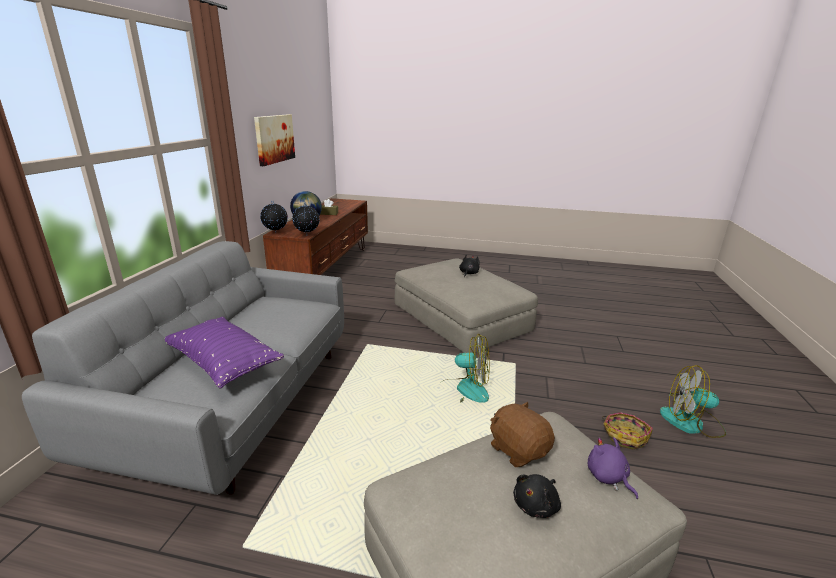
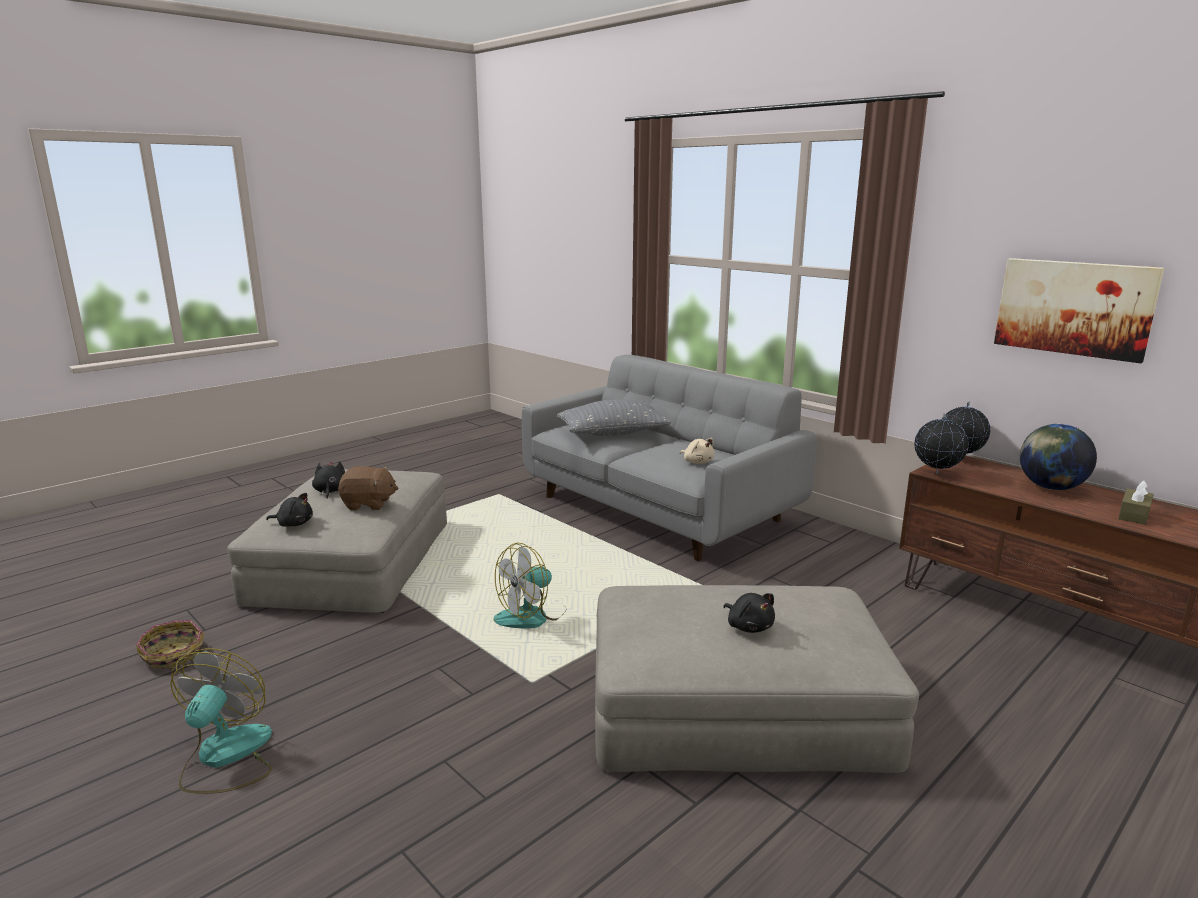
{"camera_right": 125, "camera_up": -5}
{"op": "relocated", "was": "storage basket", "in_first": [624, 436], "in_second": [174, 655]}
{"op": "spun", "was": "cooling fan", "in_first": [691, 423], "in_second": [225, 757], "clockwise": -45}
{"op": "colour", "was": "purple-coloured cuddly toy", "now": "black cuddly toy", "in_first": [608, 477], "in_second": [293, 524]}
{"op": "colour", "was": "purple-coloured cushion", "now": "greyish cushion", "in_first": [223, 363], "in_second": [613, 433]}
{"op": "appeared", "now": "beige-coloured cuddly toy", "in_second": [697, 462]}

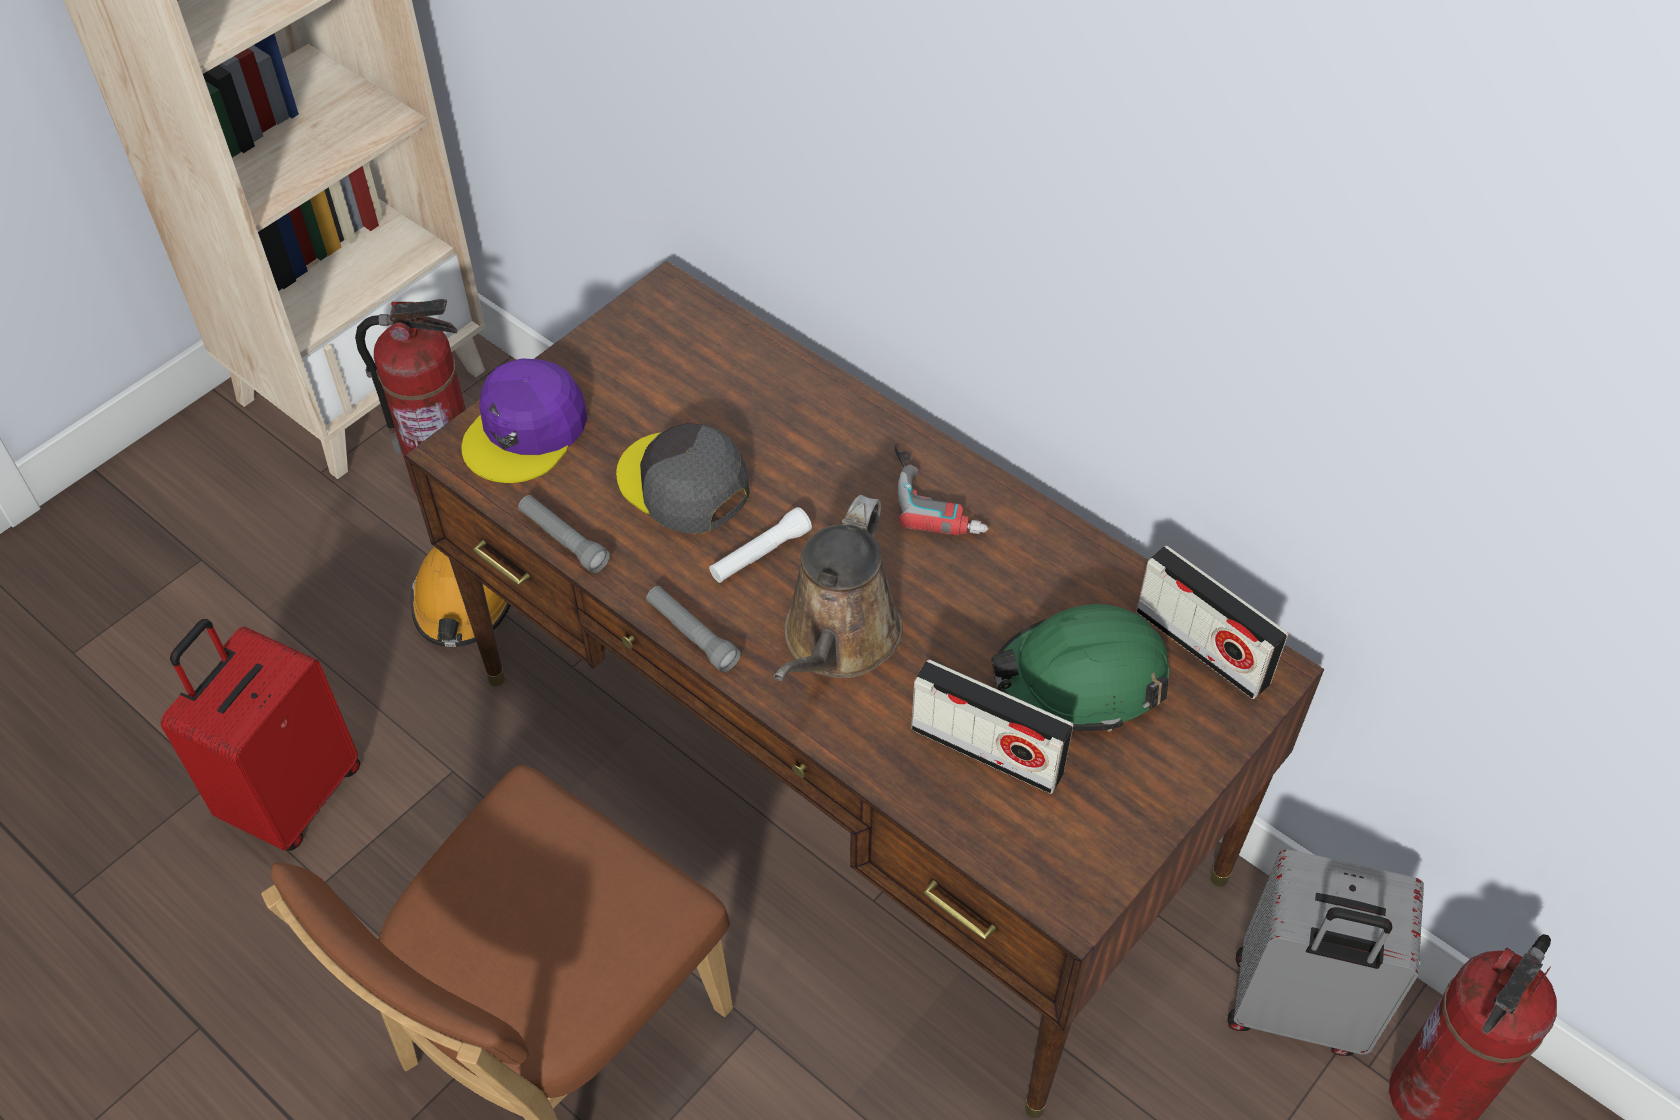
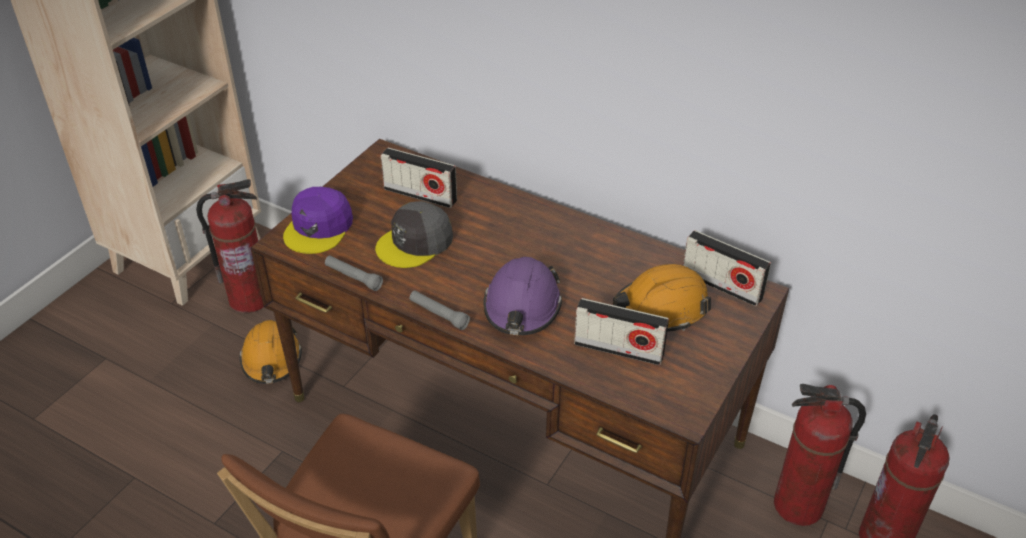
{"camera_right": -10, "camera_up": -10}
{"op": "spun", "was": "greyish peaked cap", "in_first": [683, 484], "in_second": [415, 243], "clockwise": -75}
{"op": "appeared", "now": "radio receiver", "in_second": [420, 195]}
{"op": "exchanged", "was": "brown-coloured watering can", "now": "purple-coloured hard hat", "in_first": [838, 641], "in_second": [522, 307]}
{"op": "colour", "was": "greenish hard hat", "now": "orange hard hat", "in_first": [1080, 680], "in_second": [660, 309]}
{"op": "exchanged", "was": "greyish suitcase", "now": "fire-fighting cylinder", "in_first": [1296, 1009], "in_second": [798, 505]}
{"op": "missing", "was": "reddish suitcase", "in_first": [291, 795]}
{"op": "missing", "was": "white torch", "in_first": [760, 554]}
{"op": "missing", "was": "electric drill", "in_first": [939, 496]}

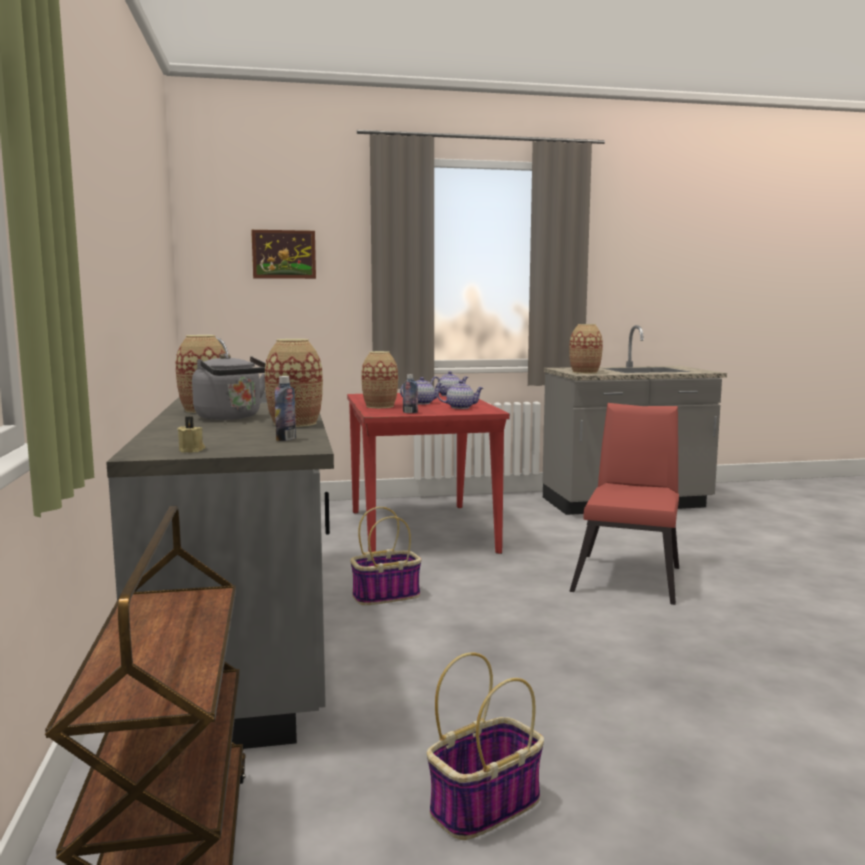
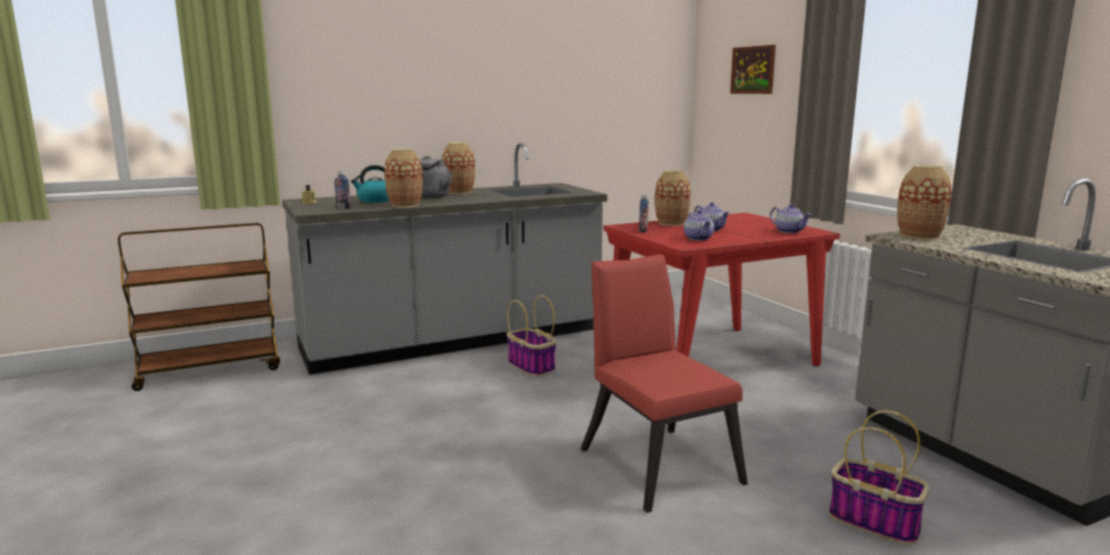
{"camera_right": 75, "camera_up": 5}
{"op": "appeared", "now": "water kettle", "in_second": [375, 200]}
{"op": "spun", "was": "reddish upright chair", "in_first": [630, 576], "in_second": [656, 461], "clockwise": -120}
{"op": "relocated", "was": "storage basket", "in_first": [485, 805], "in_second": [875, 522]}

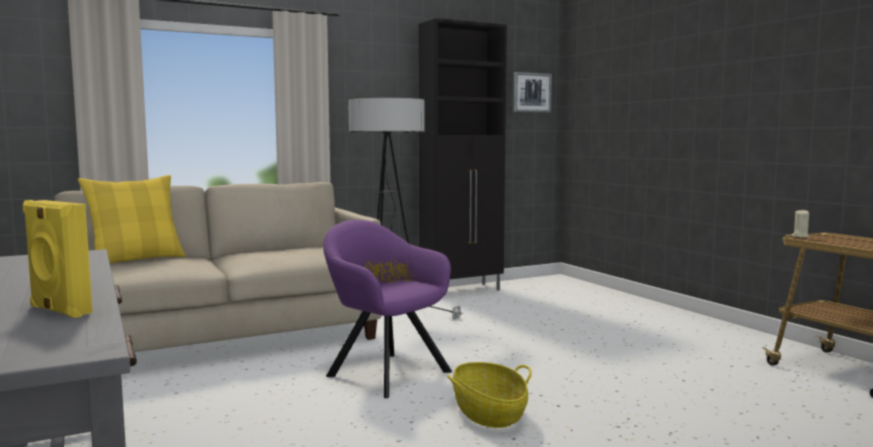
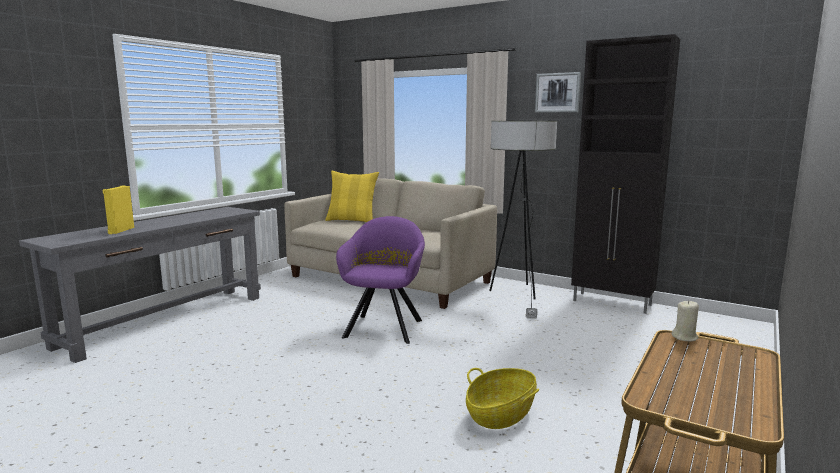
{"camera_right": 60, "camera_up": 5}
{"op": "relocated", "was": "storage basket", "in_first": [488, 413], "in_second": [501, 414]}
{"op": "relocated", "was": "wall art", "in_first": [531, 92], "in_second": [557, 93]}

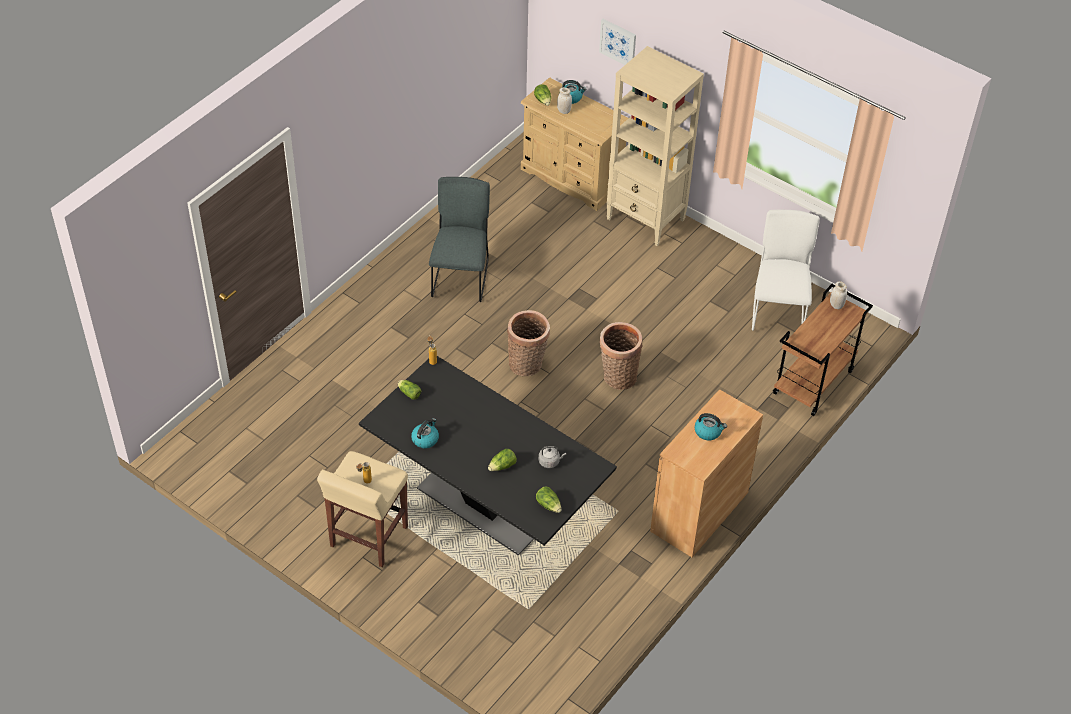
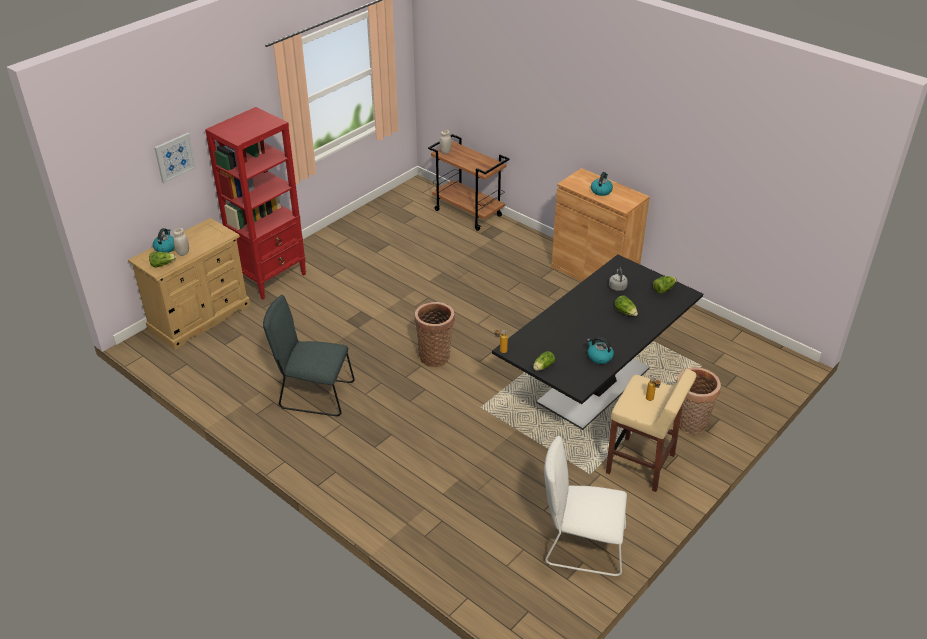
{"camera_right": -85, "camera_up": -10}
{"op": "colour", "was": "beige-coloured bookshelf", "now": "reddish bookshelf", "in_first": [646, 220], "in_second": [271, 278]}
{"op": "relocated", "was": "white upright chair", "in_first": [778, 309], "in_second": [580, 546]}
{"op": "relocated", "was": "storage basket", "in_first": [617, 376], "in_second": [690, 424]}

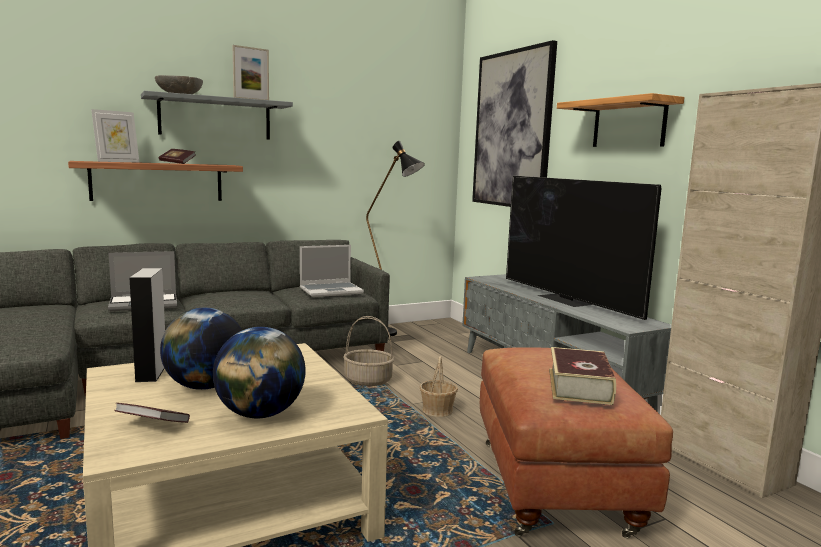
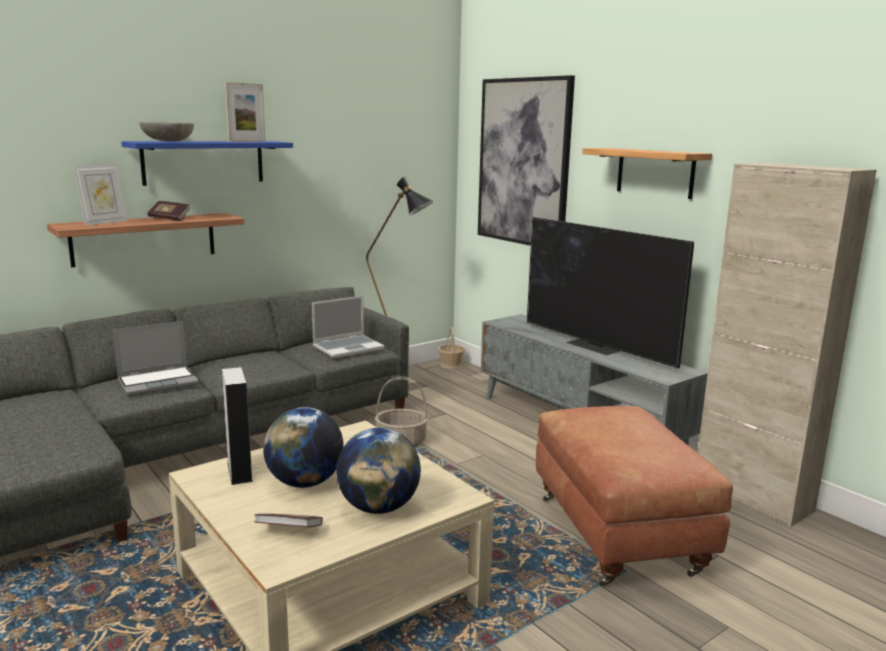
{"camera_right": -10, "camera_up": 5}
{"op": "colour", "was": "greyish bracket shelf", "now": "blue bracket shelf", "in_first": [215, 118], "in_second": [203, 162]}
{"op": "relocated", "was": "storage basket", "in_first": [437, 410], "in_second": [451, 365]}
{"op": "missing", "was": "volume", "in_first": [579, 386]}

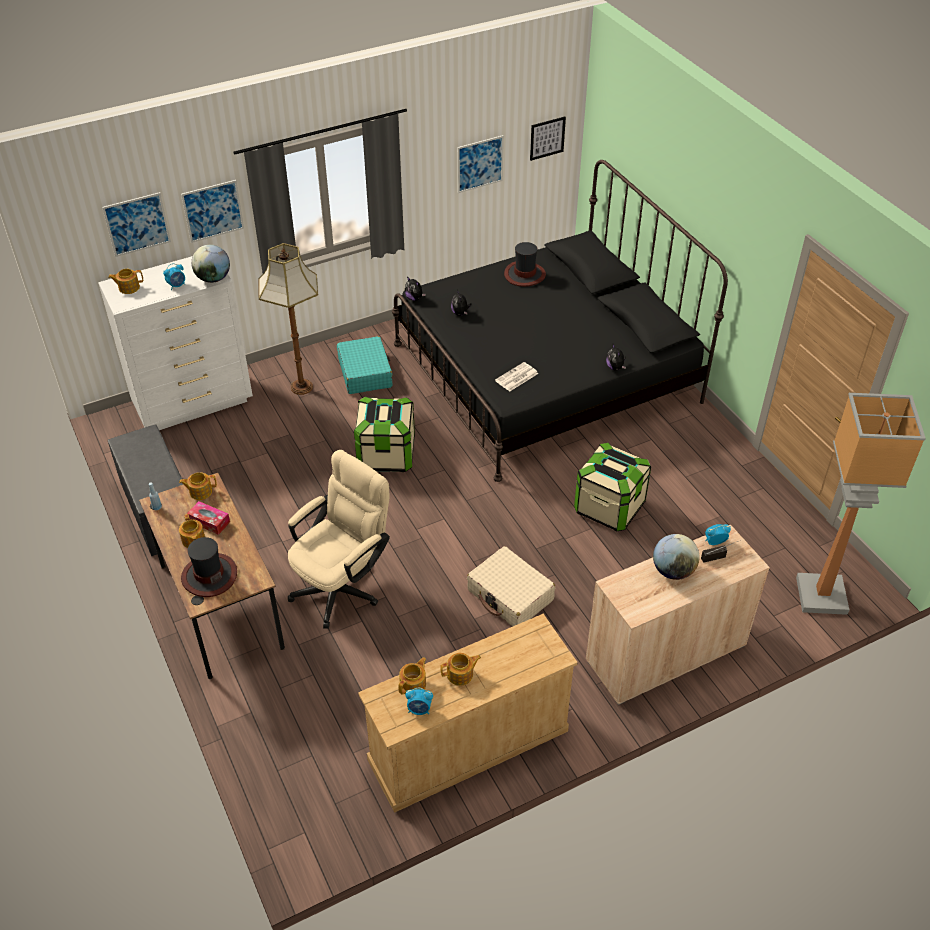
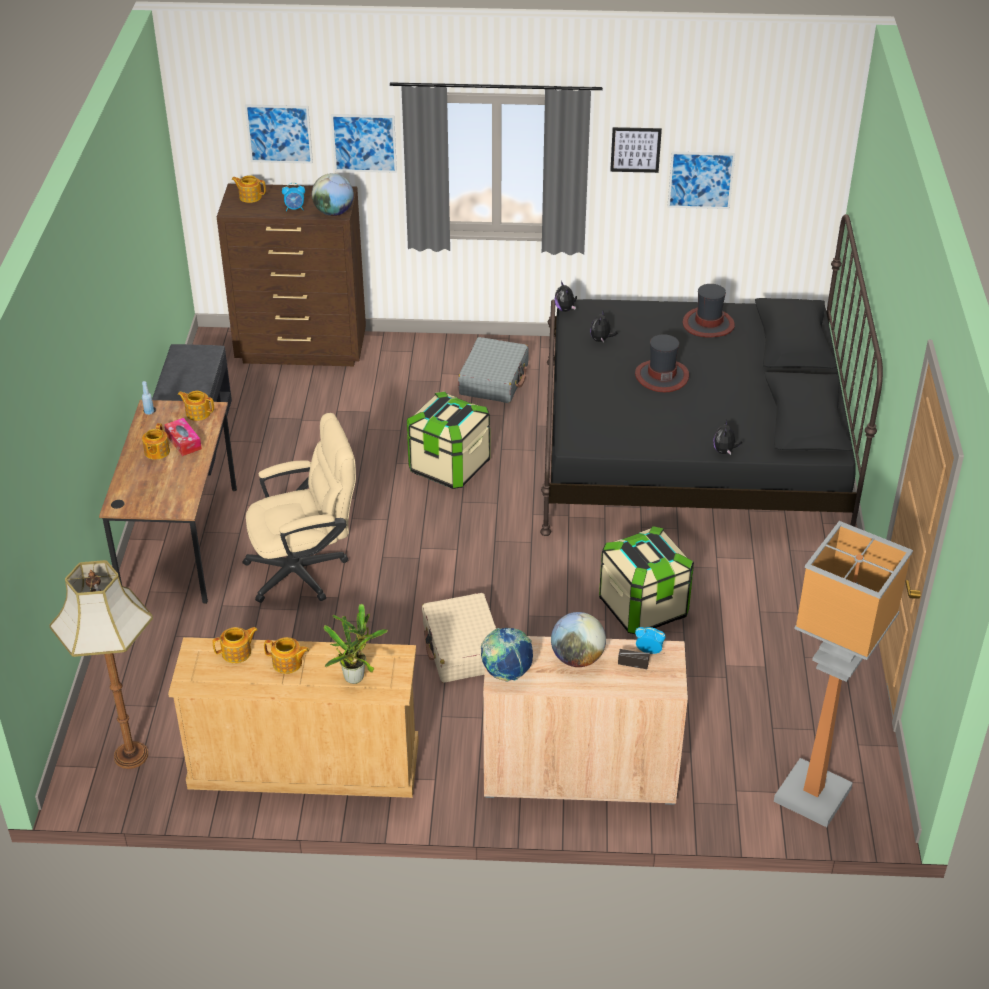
{"camera_right": 30, "camera_up": -5}
{"op": "relocated", "was": "floor lamp", "in_first": [301, 388], "in_second": [130, 756]}
{"op": "colour", "was": "white drawer chest", "now": "brown-coloured drawer chest", "in_first": [194, 403], "in_second": [302, 350]}
{"op": "appeared", "now": "potted plant", "in_second": [356, 675]}
{"op": "colour", "was": "turquoise suitcase", "now": "greyish suitcase", "in_first": [365, 373], "in_second": [494, 380]}
{"op": "appeared", "now": "desk globe", "in_second": [506, 673]}
{"op": "relocated", "was": "wall art", "in_first": [547, 138], "in_second": [635, 149]}
{"op": "relocated", "was": "hat", "in_first": [209, 575], "in_second": [661, 376]}
{"op": "missing", "was": "table clock", "in_first": [419, 710]}
{"op": "missing", "was": "newspaper", "in_first": [516, 377]}

